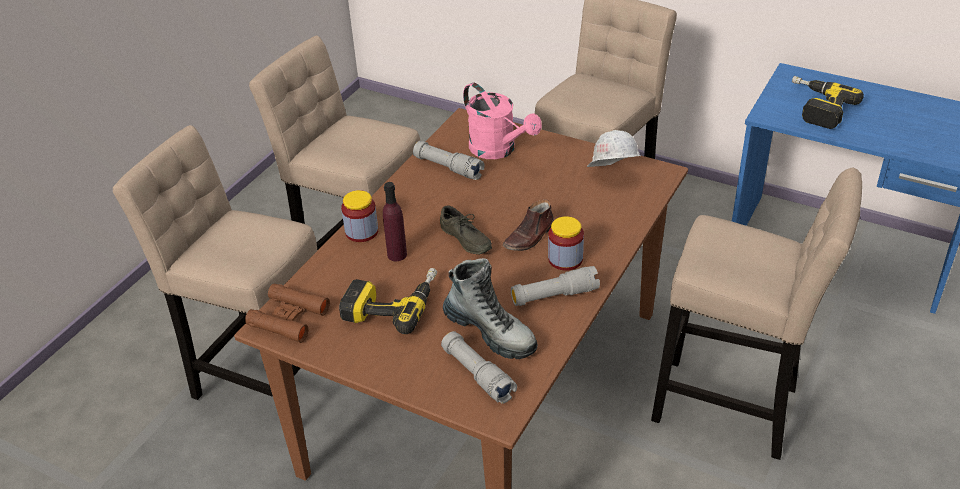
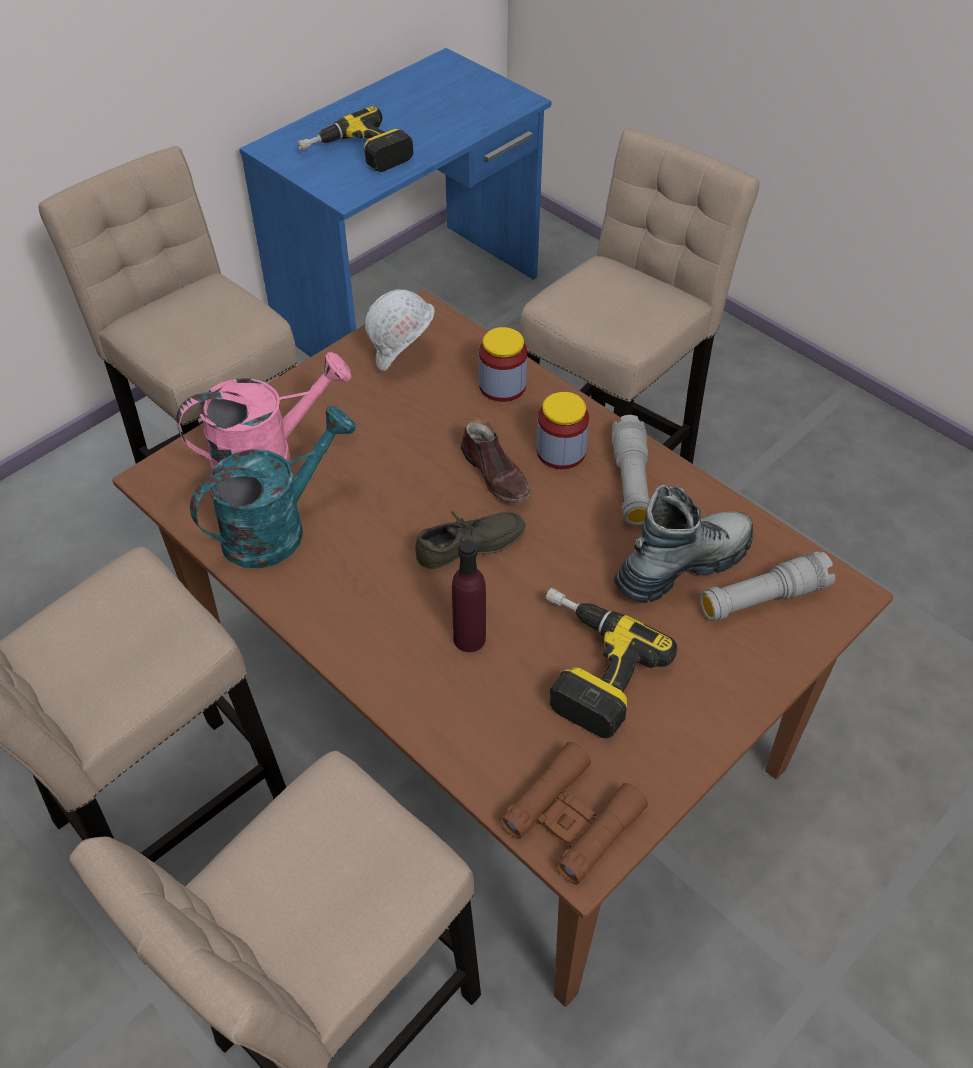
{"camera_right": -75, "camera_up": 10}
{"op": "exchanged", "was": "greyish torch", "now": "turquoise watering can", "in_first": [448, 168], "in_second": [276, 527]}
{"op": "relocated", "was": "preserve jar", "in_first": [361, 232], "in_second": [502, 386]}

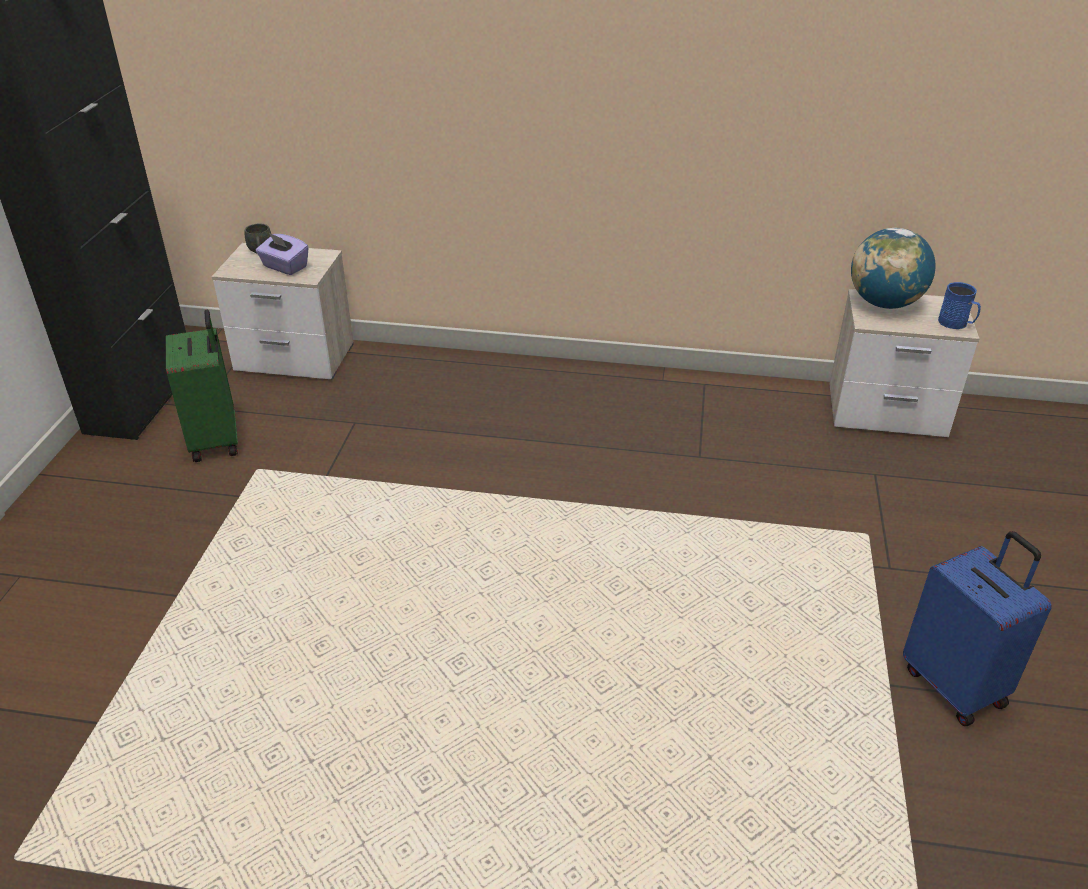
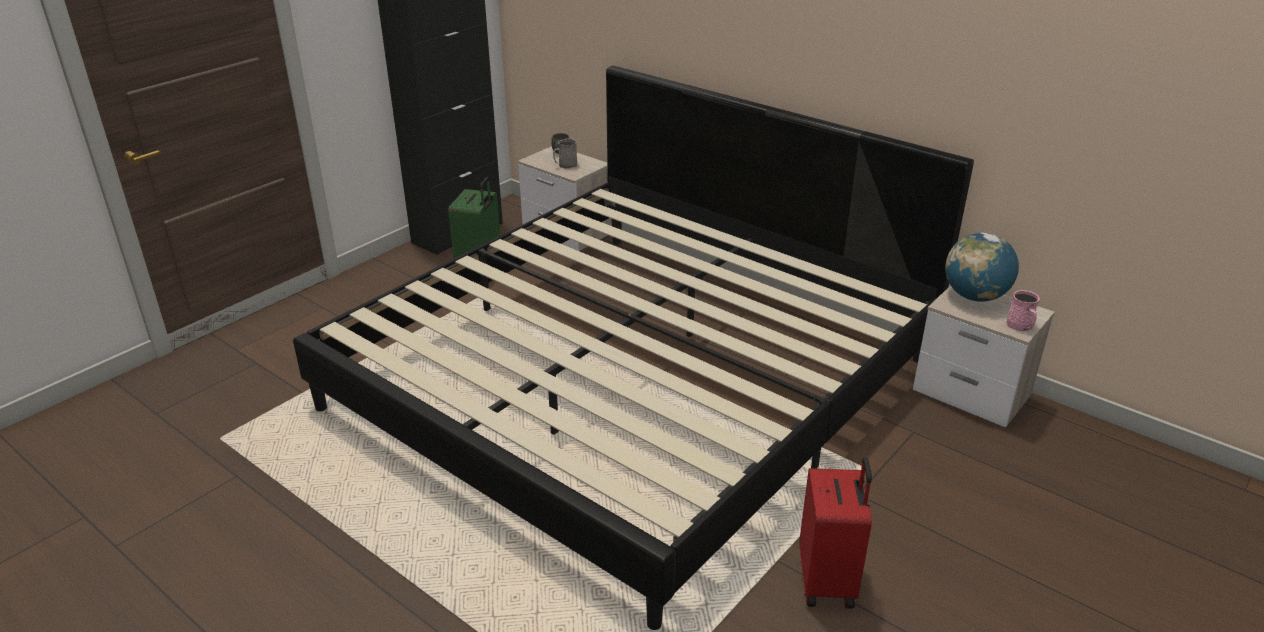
{"camera_right": 30, "camera_up": -5}
{"op": "appeared", "now": "bedroom bed", "in_second": [632, 383]}
{"op": "exchanged", "was": "purple-coloured box of tissues", "now": "greyish mug", "in_first": [284, 267], "in_second": [565, 165]}
{"op": "colour", "was": "blue suitcase", "now": "reddish suitcase", "in_first": [955, 685], "in_second": [828, 581]}
{"op": "colour", "was": "blue mug", "now": "pinkish mug", "in_first": [956, 323], "in_second": [1021, 326]}

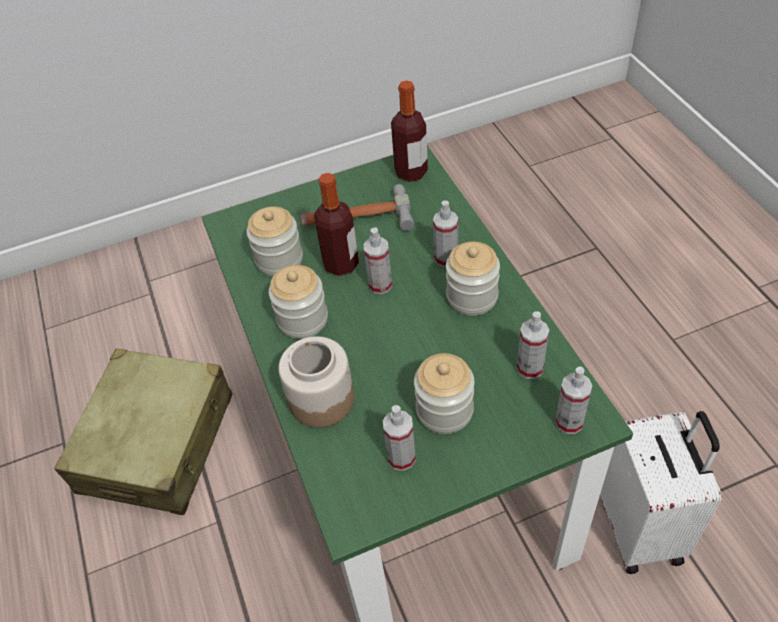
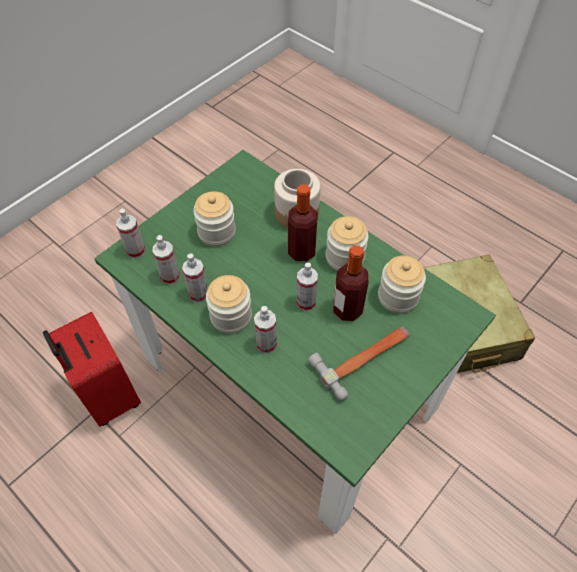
{"camera_right": 150, "camera_up": 5}
{"op": "colour", "was": "white suitcase", "now": "reddish suitcase", "in_first": [642, 528], "in_second": [108, 396]}
{"op": "relocated", "was": "sprayer", "in_first": [401, 458], "in_second": [198, 294]}
{"op": "relocated", "was": "drink bottle", "in_first": [411, 172], "in_second": [301, 252]}

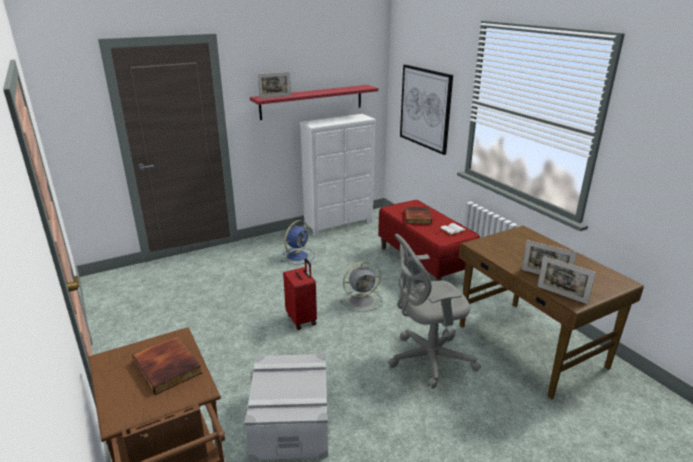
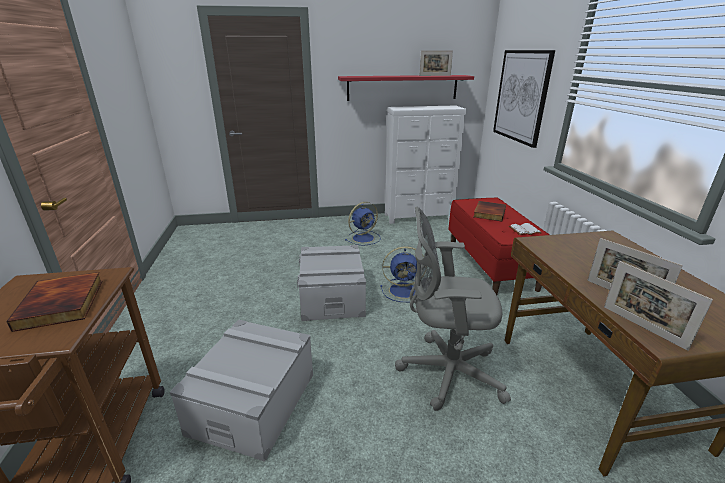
{"camera_right": 20, "camera_up": 0}
{"op": "exchanged", "was": "reddish suitcase", "now": "greyish storage bin", "in_first": [302, 319], "in_second": [332, 296]}
{"op": "colour", "was": "greyish cooling fan", "now": "blue cooling fan", "in_first": [363, 300], "in_second": [404, 290]}
{"op": "relocated", "was": "standing frame", "in_first": [275, 97], "in_second": [435, 75]}

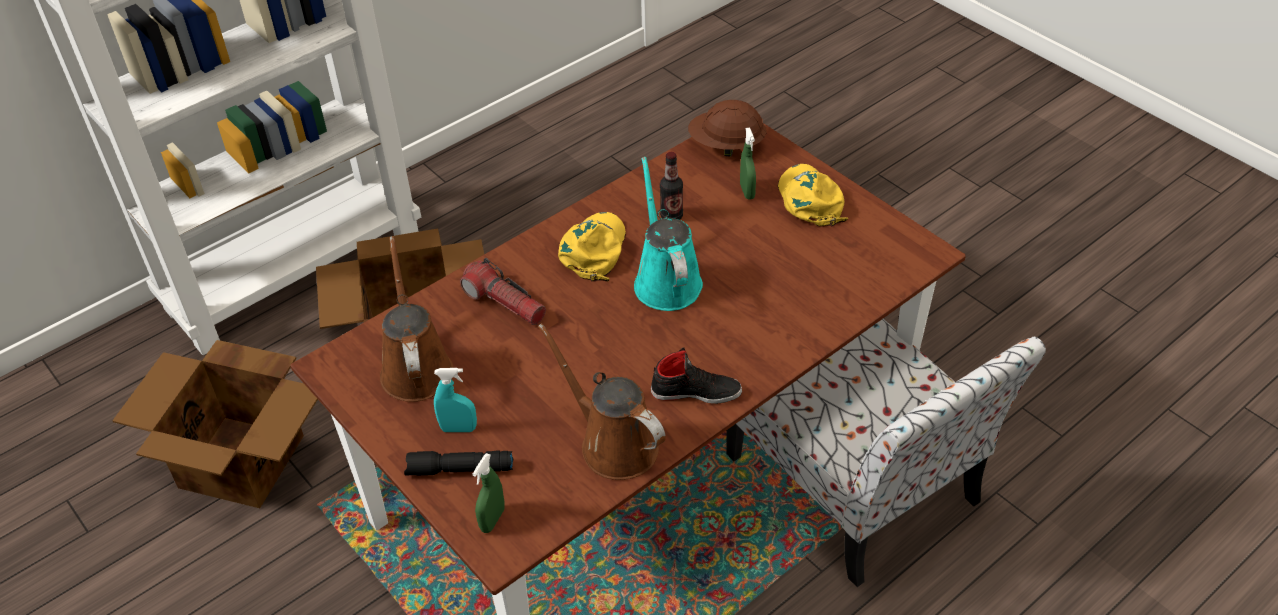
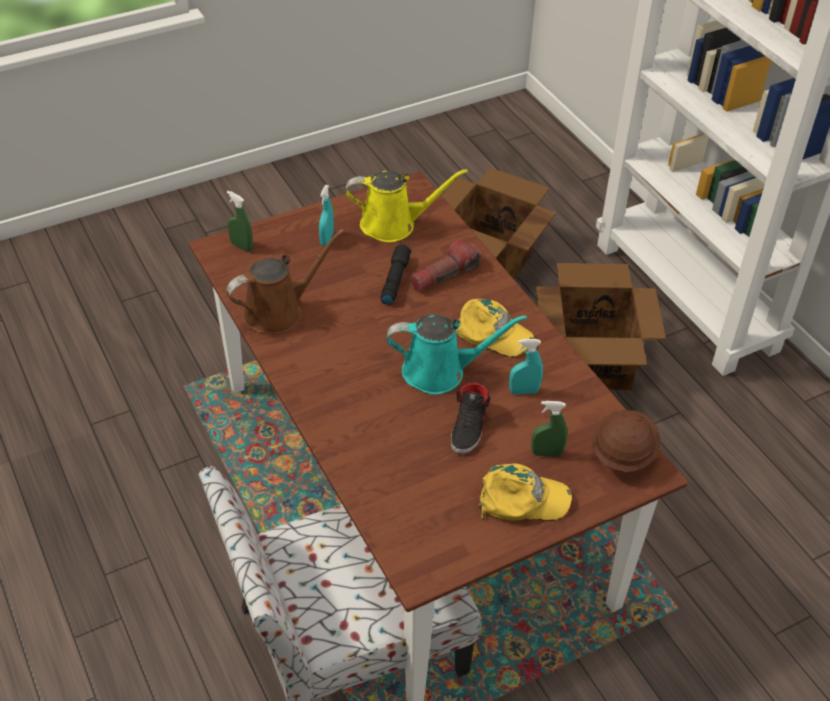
{"camera_right": 100, "camera_up": 0}
{"op": "colour", "was": "brown-coloured watering can", "now": "yellowish watering can", "in_first": [415, 367], "in_second": [393, 224]}
{"op": "relocated", "was": "black torch", "in_first": [459, 470], "in_second": [394, 279]}
{"op": "relocated", "was": "black low shoe", "in_first": [696, 391], "in_second": [469, 427]}
{"op": "exchanged", "was": "drink bottle", "now": "turquoise sprayer", "in_first": [671, 216], "in_second": [524, 391]}

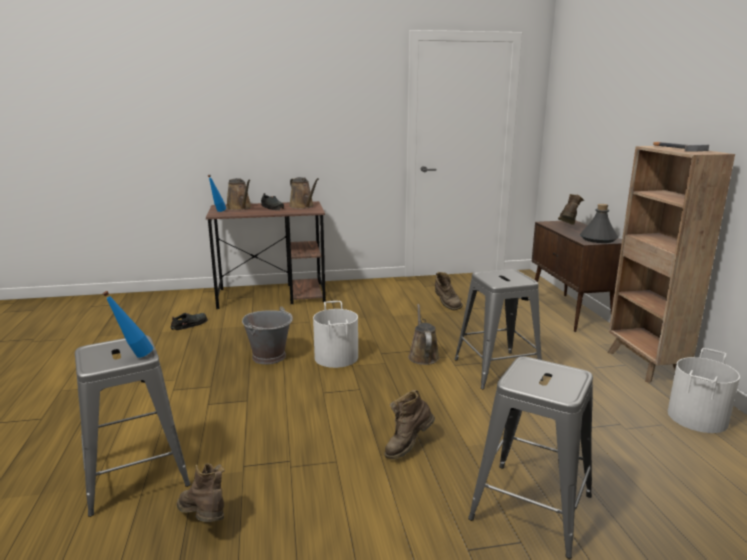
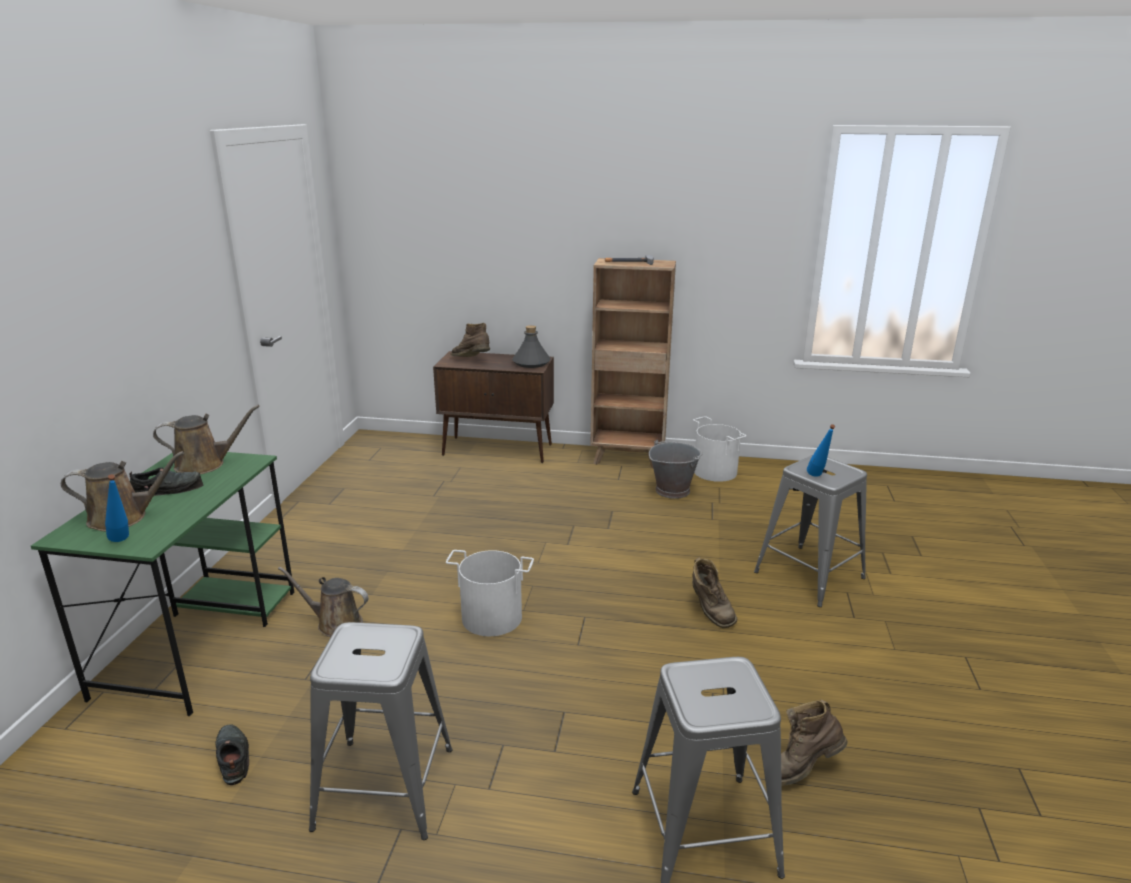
{"camera_right": -70, "camera_up": 5}
{"op": "colour", "was": "brown-coloured desk table", "now": "greenish desk table", "in_first": [272, 295], "in_second": [201, 640]}
{"op": "relocated", "was": "brown-coloured watering can", "in_first": [423, 356], "in_second": [335, 623]}
{"op": "relocated", "was": "greyish stool seat", "in_first": [496, 369], "in_second": [384, 788]}
{"op": "relocated", "was": "greyish bucket", "in_first": [269, 356], "in_second": [672, 490]}
{"op": "relocated", "was": "blue drink bottle", "in_first": [134, 357], "in_second": [817, 477]}
{"op": "missing", "was": "brown-coloured tall boot", "in_first": [446, 304]}

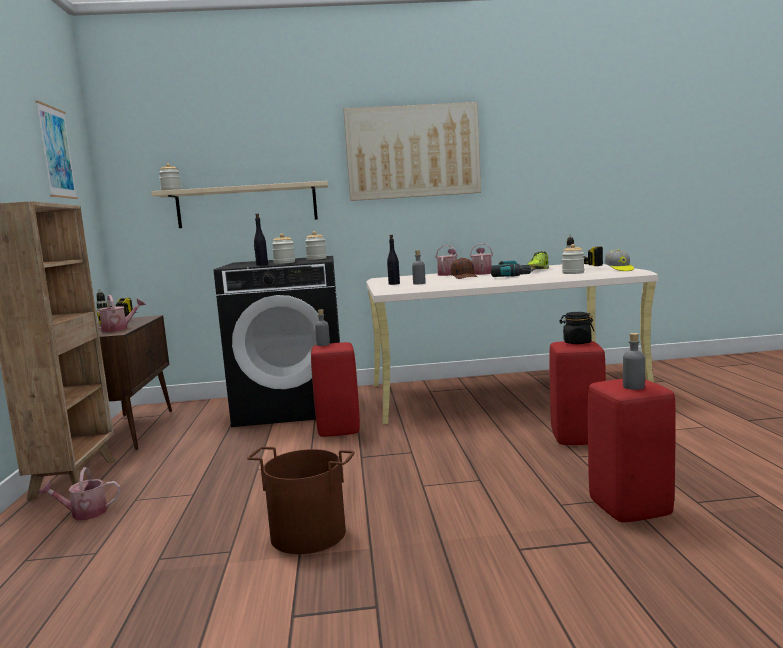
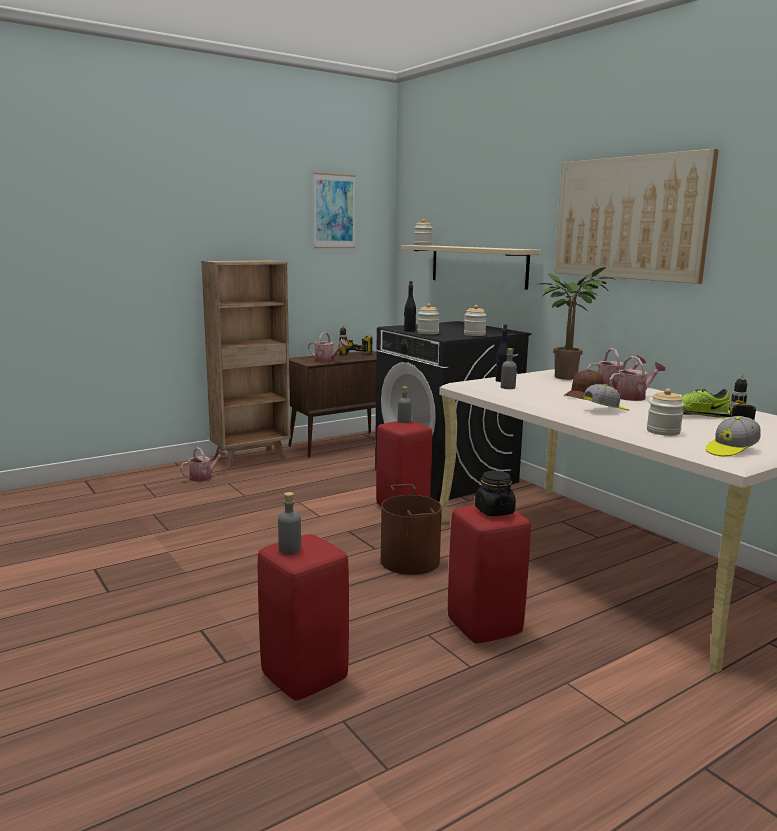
{"camera_right": 60, "camera_up": 5}
{"op": "spun", "was": "watering can", "in_first": [84, 513], "in_second": [203, 477], "clockwise": 90}
{"op": "relocated", "was": "brown-coloured bucket", "in_first": [308, 533], "in_second": [411, 560]}
{"op": "appeared", "now": "potted plant", "in_second": [569, 377]}
{"op": "exchanged", "was": "electric drill", "now": "peaked cap", "in_first": [512, 276], "in_second": [606, 410]}

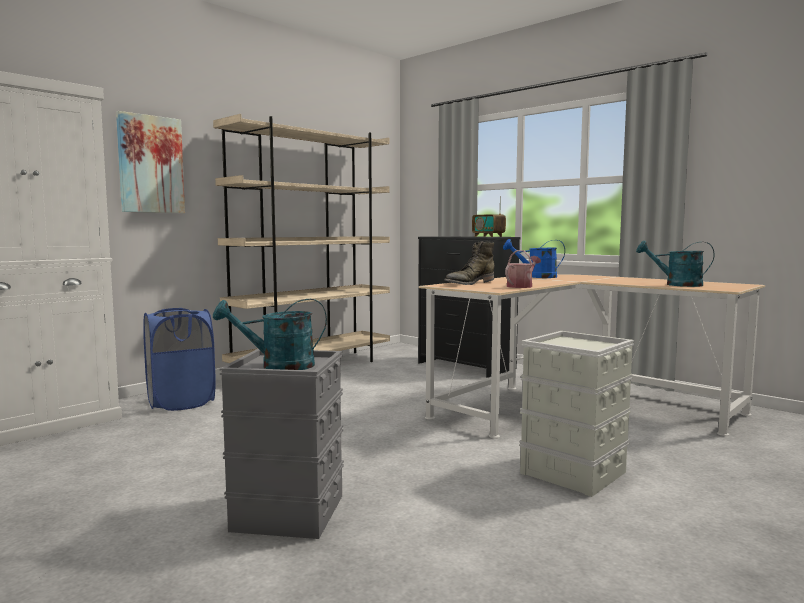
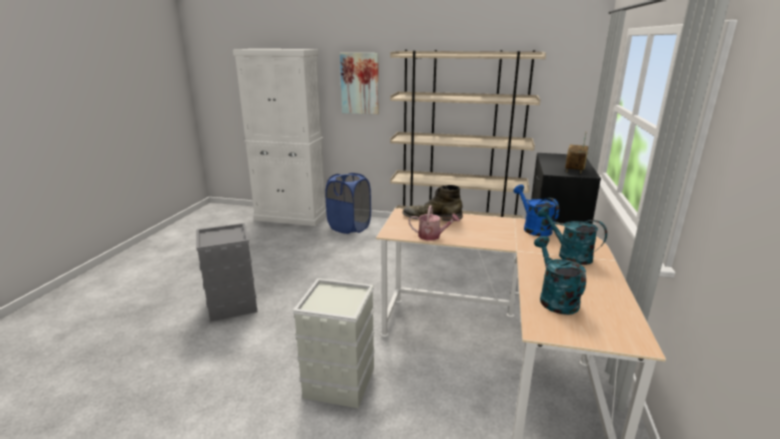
{"camera_right": 60, "camera_up": 15}
{"op": "relocated", "was": "turquoise watering can", "in_first": [278, 366], "in_second": [568, 255]}

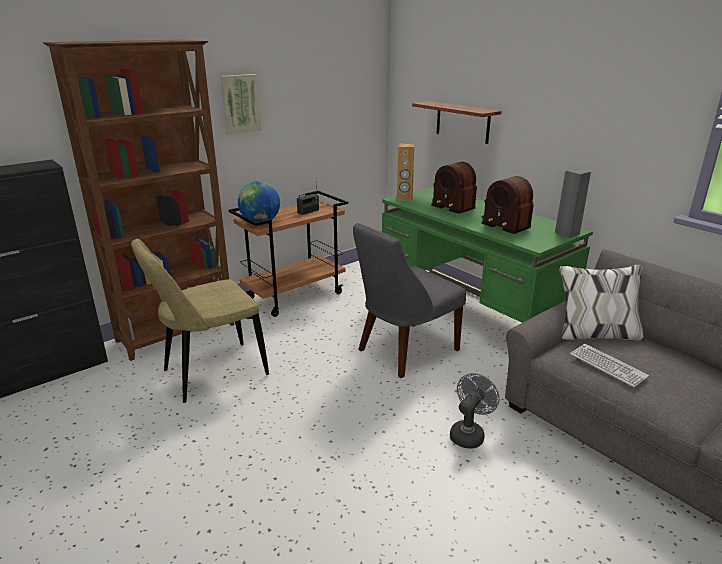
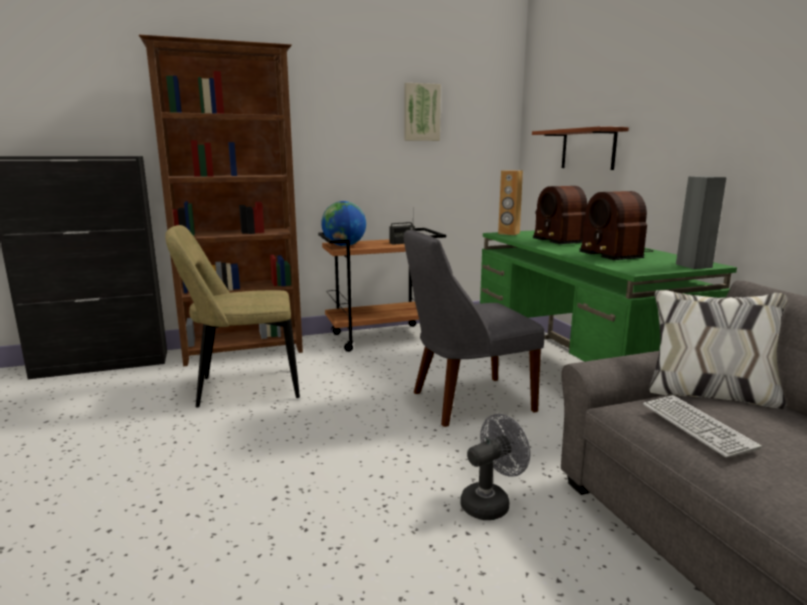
{"camera_right": 20, "camera_up": -10}
{"op": "relocated", "was": "wall art", "in_first": [240, 104], "in_second": [421, 112]}

